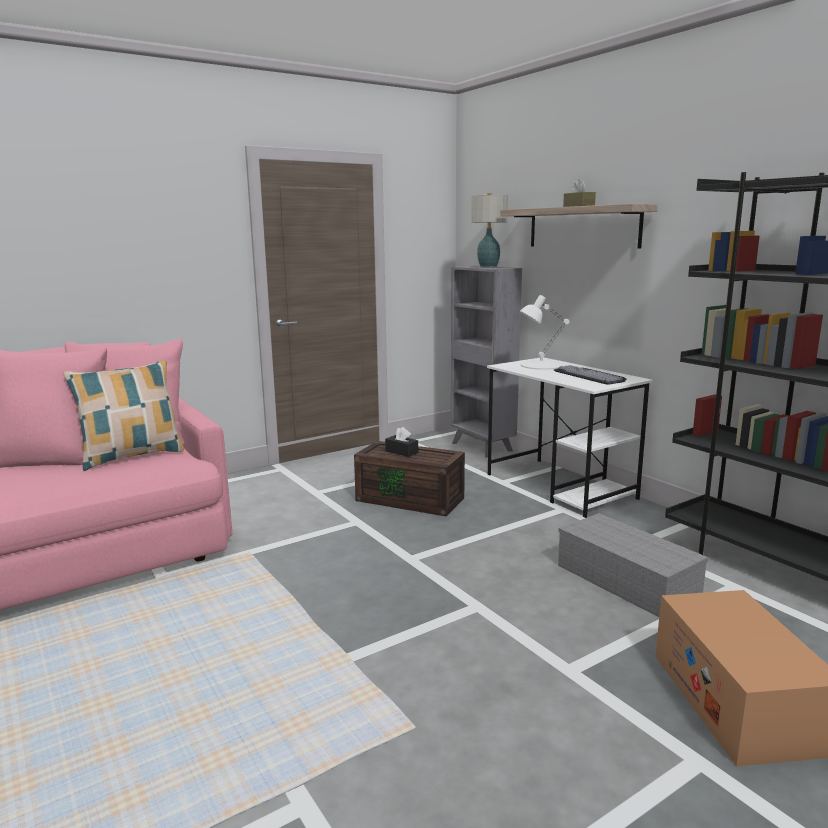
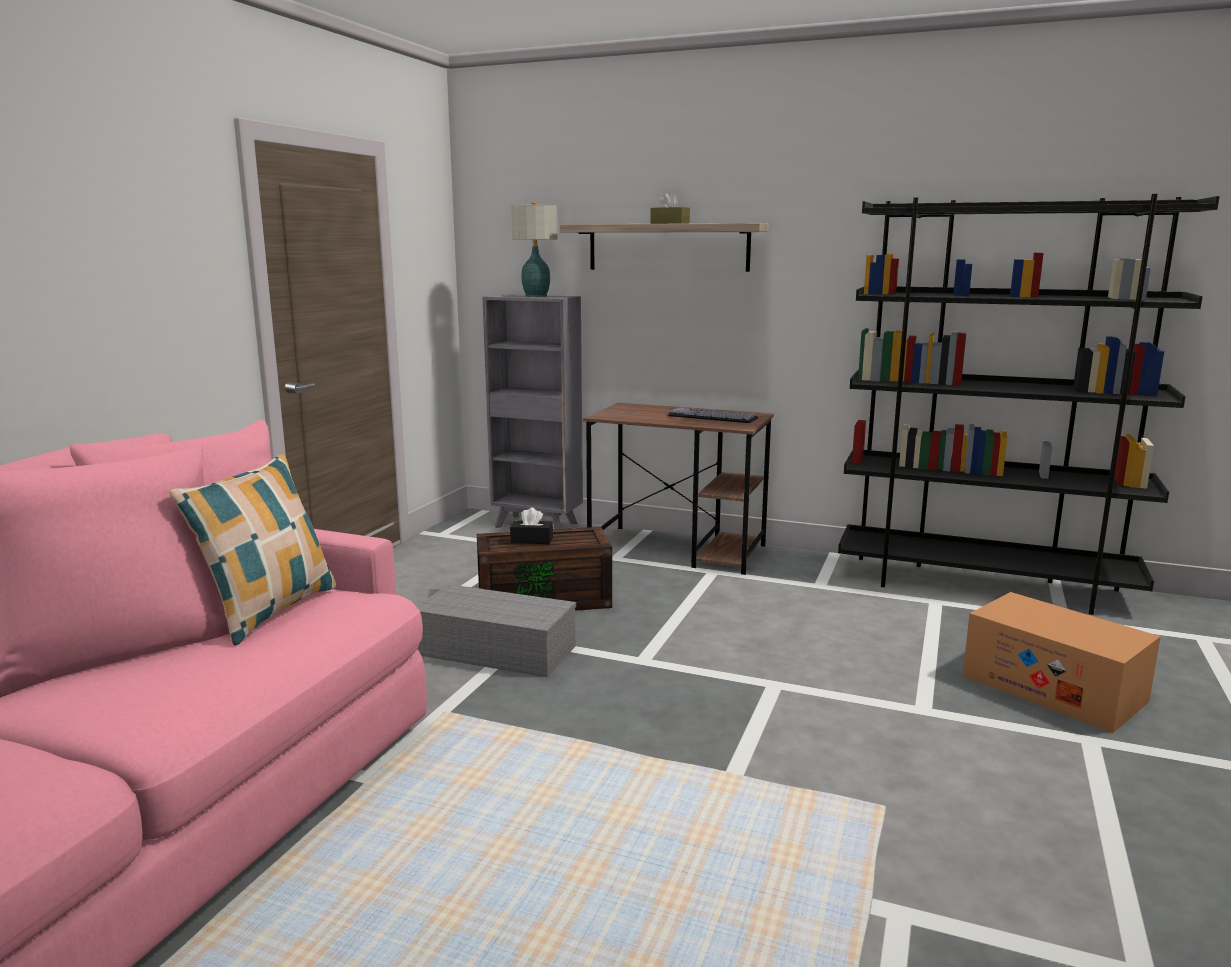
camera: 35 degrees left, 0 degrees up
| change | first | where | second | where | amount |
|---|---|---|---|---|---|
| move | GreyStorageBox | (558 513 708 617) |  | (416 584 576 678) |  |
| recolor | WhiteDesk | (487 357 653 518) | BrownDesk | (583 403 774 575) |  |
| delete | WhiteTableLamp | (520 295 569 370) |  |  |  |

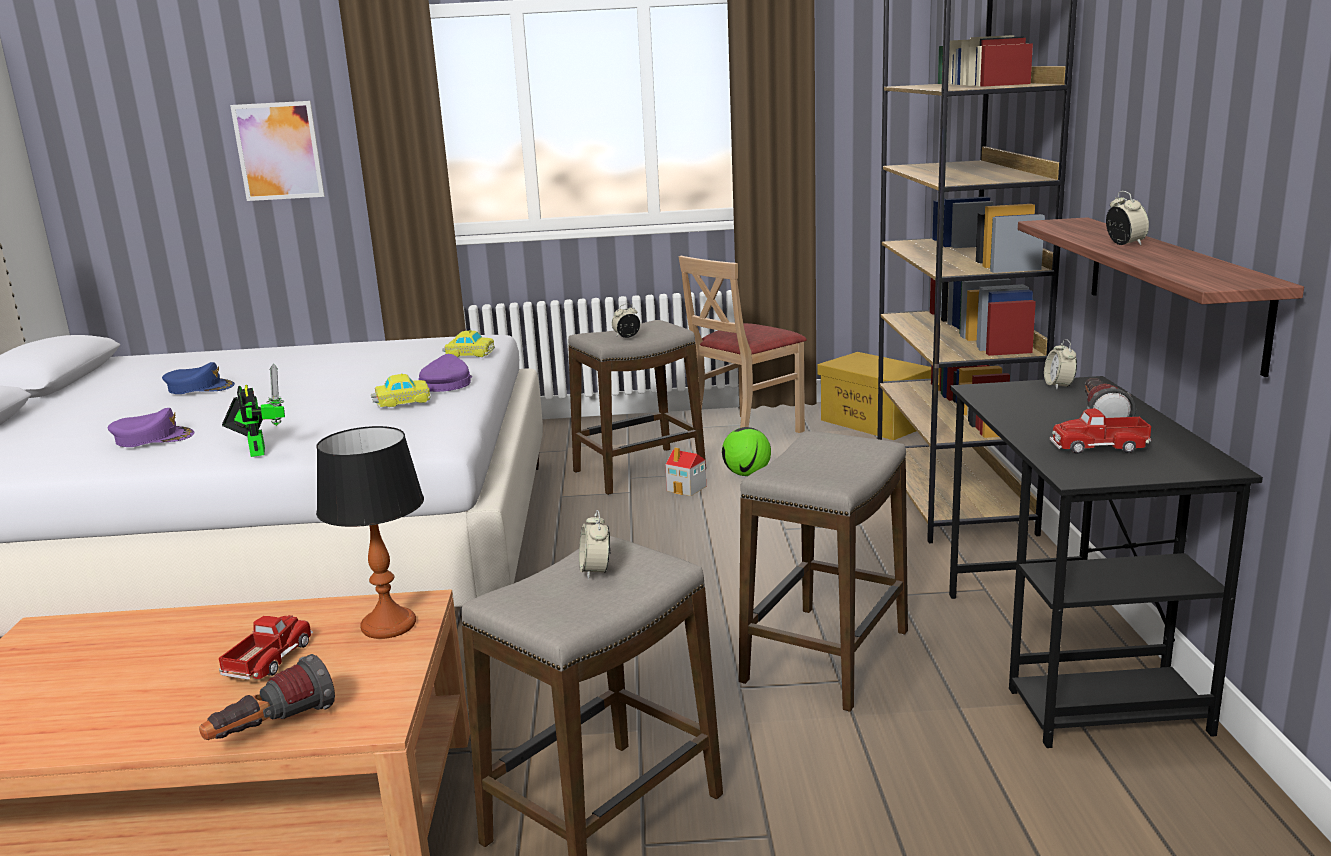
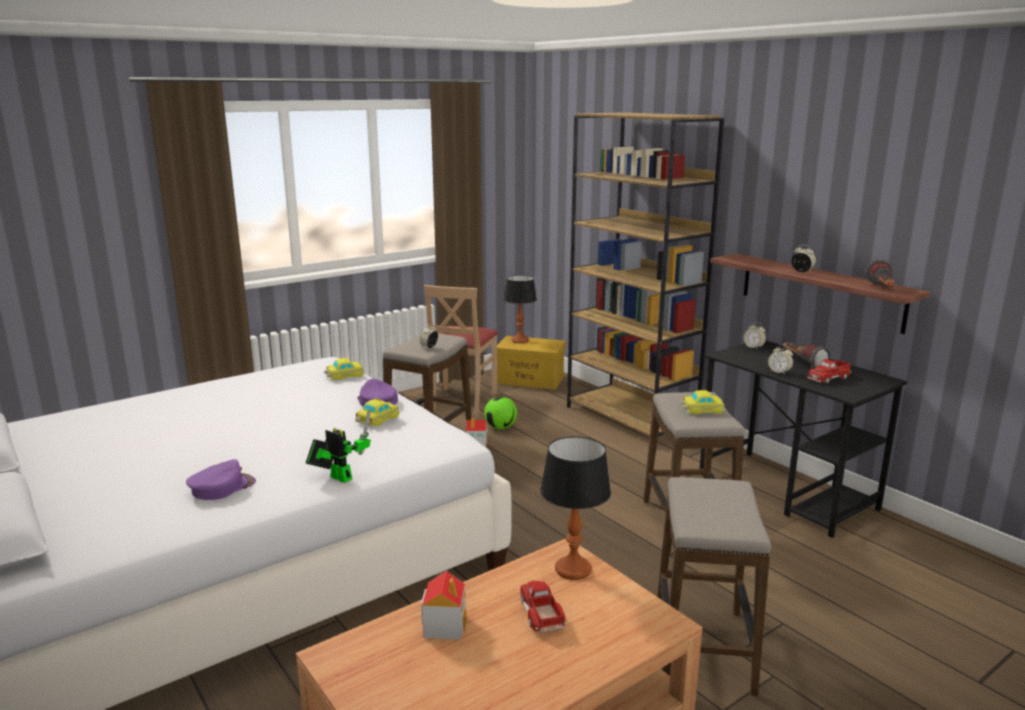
camera: 35 degrees left, 0 degrees up
| change | first | where | second | where | amount |
|---|---|---|---|---|---|
| insert |  |  | ToyHouse | (421 571 467 640) |  |
| insert |  |  | TableLamp | (504 275 537 343) |  |
| insert |  |  | ToyCar | (680 390 725 414) |  |
| move | AlarmClock | (579 510 610 579) |  | (768 344 793 375) |  |
| move | Flashlight | (199 654 335 740) |  | (865 260 895 287) |  |
| delete | BlueCap | (162 362 235 394) |  |  |  |
| delete | Picture | (230 101 325 201) |  |  |  |

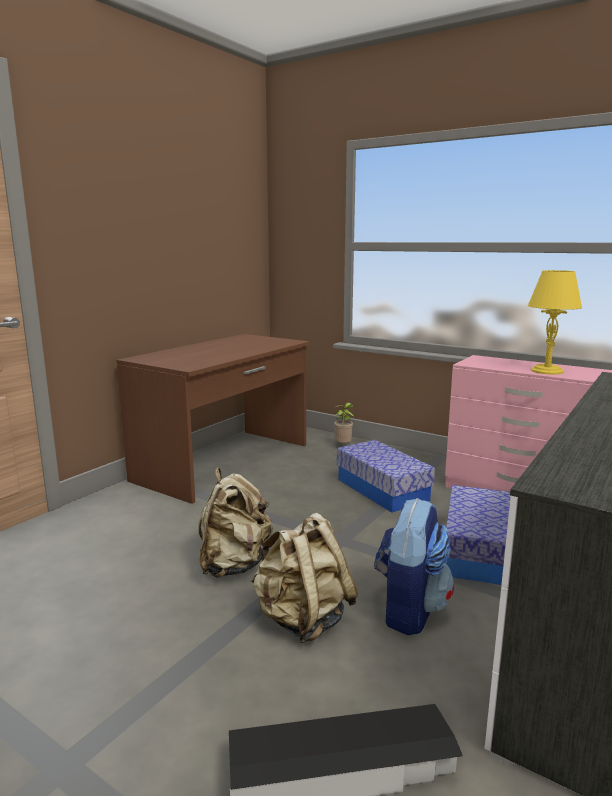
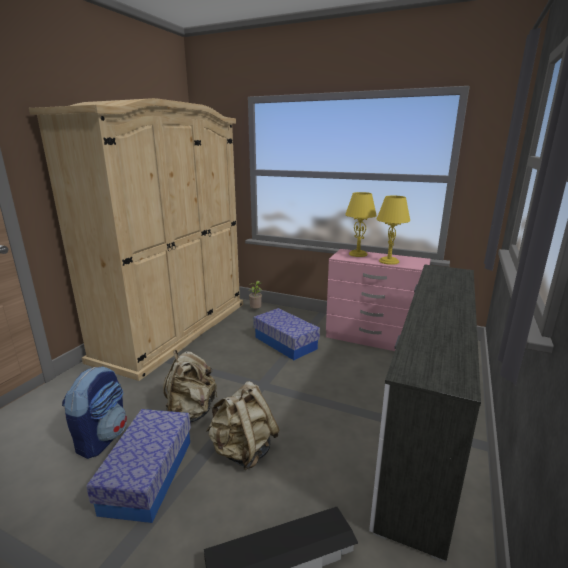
camera: 10 degrees left, 5 degrees up
| change | first | where | second | where | amount |
|---|---|---|---|---|---|
| replace | BrownDesk | (116 334 310 504) | BeigeWardrobe | (29 98 243 381) |  |
| move | Backpack | (374 498 454 636) |  | (62 366 127 459) |  |
| move | StorageBox | (446 485 511 585) |  | (86 409 191 523) |  |
| insert |  |  | YellowTableLamp | (345 192 377 257) |  |

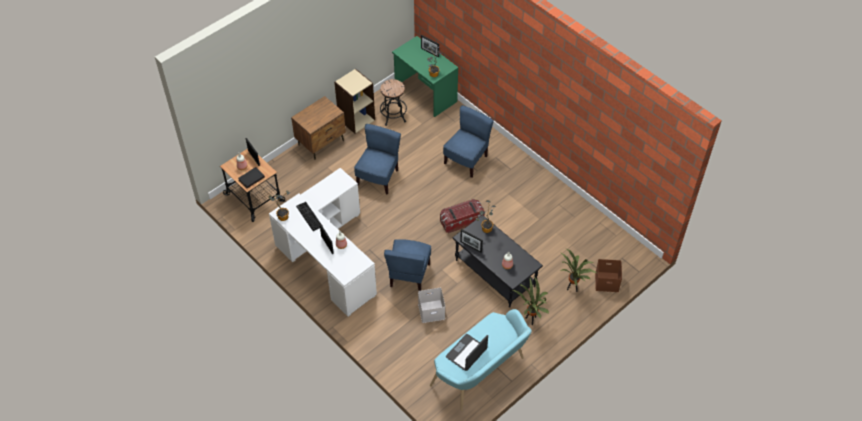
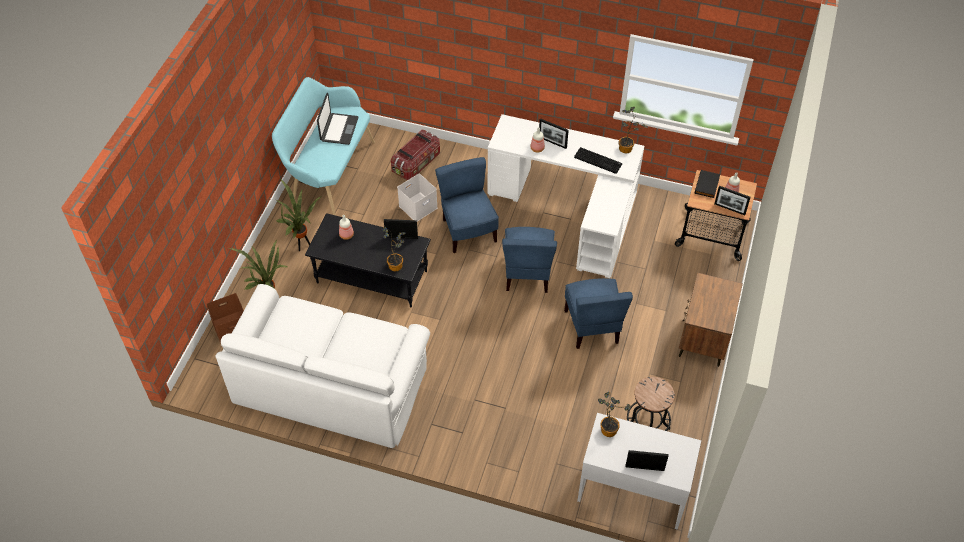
camera: 150 degrees right, 0 degrees up
| change | first | where | second | where | amount |
|---|---|---|---|---|---|
| insert |  |  | WhiteSofa | (215 284 430 448) |  |
| move | StorageBox | (440 199 485 233) |  | (391 130 440 180) |  |
| move | BlueChair | (443 105 494 178) |  | (502 227 557 293) |  |
| recolor | GreenDesk | (392 36 458 117) | WhiteDesk | (577 413 701 530) |  |
| delete | BeigeBookcase | (334 68 375 134) |  |  |  |

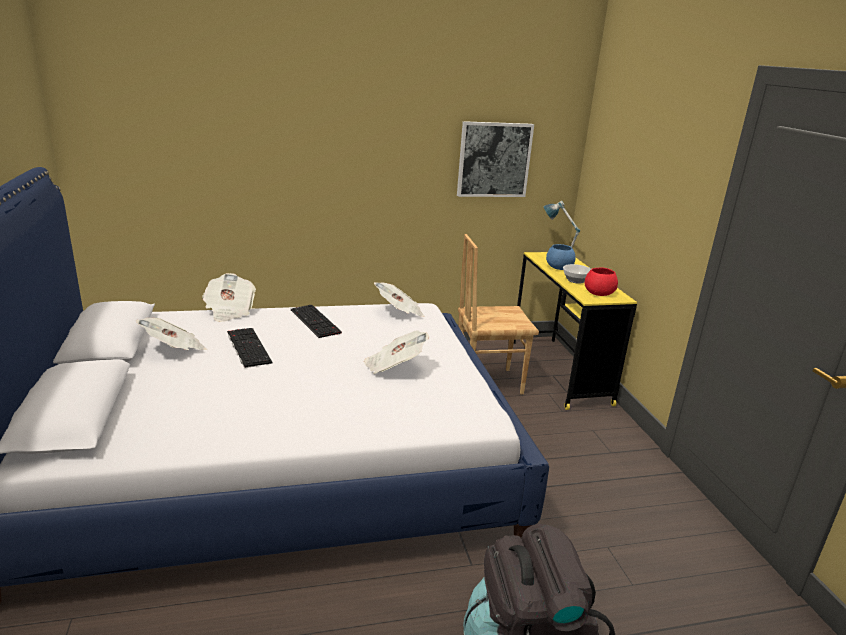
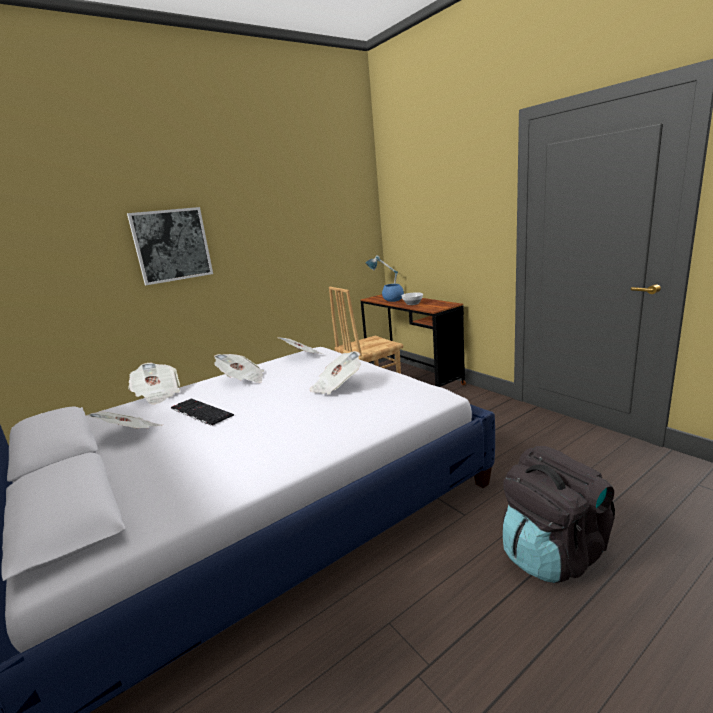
camera: 20 degrees left, 5 degrees down
| change | first | where | second | where | amount |
|---|---|---|---|---|---|
| move | Picture | (457 121 534 197) |  | (127 207 213 285) |  |
| replace | Keyboard | (291 305 342 338) | Newspaper | (214 354 264 383) |  |
| recolor | YellowDesk | (514 252 637 410) | BrownDesk | (360 294 466 387) |  |
| delete | RedBowl | (584 267 618 296) |  |  |  |

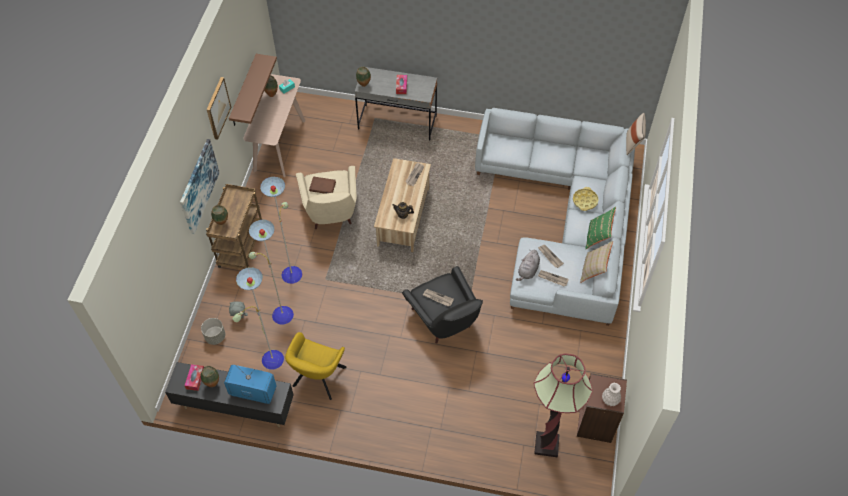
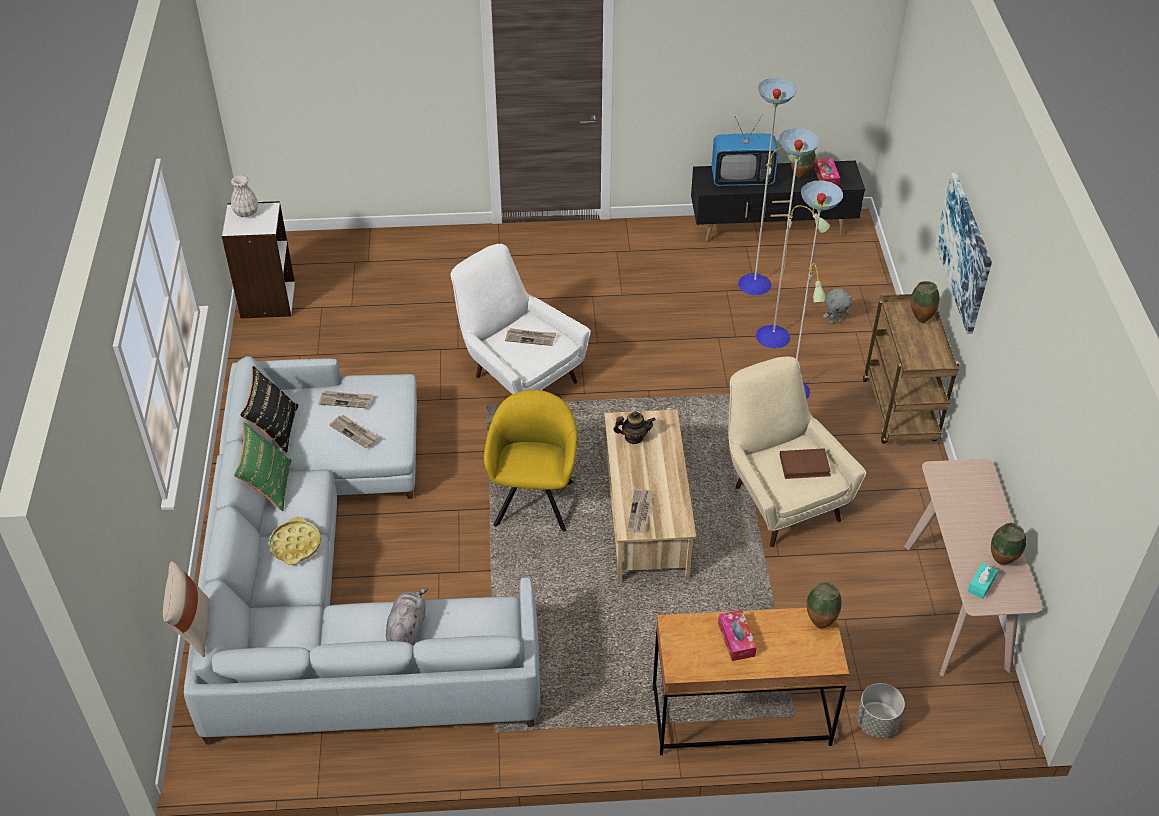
camera: 165 degrees right, 10 degrees down
| change | first | where | second | where | amount |
|---|---|---|---|---|---|
| recolor | BrownBookcase | (577 373 627 443) | WhiteBookcase | (222 201 295 319) |  |
| recolor | BeigePillow | (580 241 613 283) | BlackPillow | (240 366 298 453) |  |
| move | GreyPlushToy | (516 250 540 281) |  | (386 588 428 645) |  |
| recolor | BlackArmchair | (402 266 483 344) | WhiteArmchair | (450 244 591 395) |  |
| move | YellowArmchair | (285 332 347 400) |  | (484 390 578 532) |  |
| recolor | GreyDesk | (355 67 437 140) | BrownDesk | (652 608 849 755) |  |
| move | GreyPlanter | (201 318 225 345) |  | (857 683 905 738) |  |
| delete | Picture | (206 77 231 140) |  |  |  |
| delete | BrownShelf | (229 54 277 126) |  |  |  |
| delete | FloorLamp | (534 354 593 457) |  |  |  |

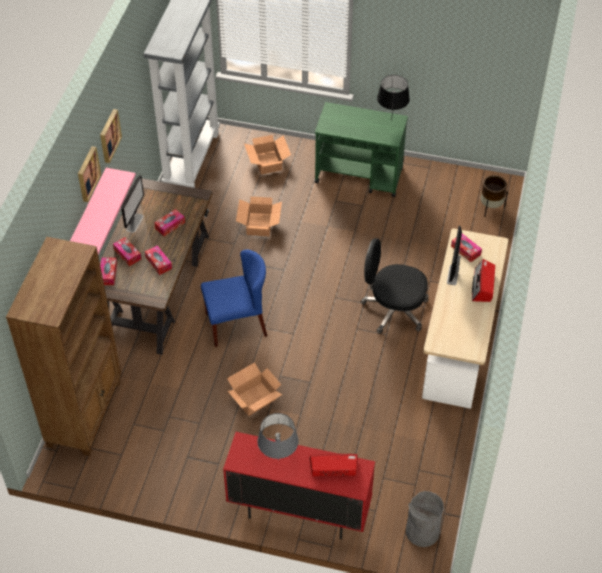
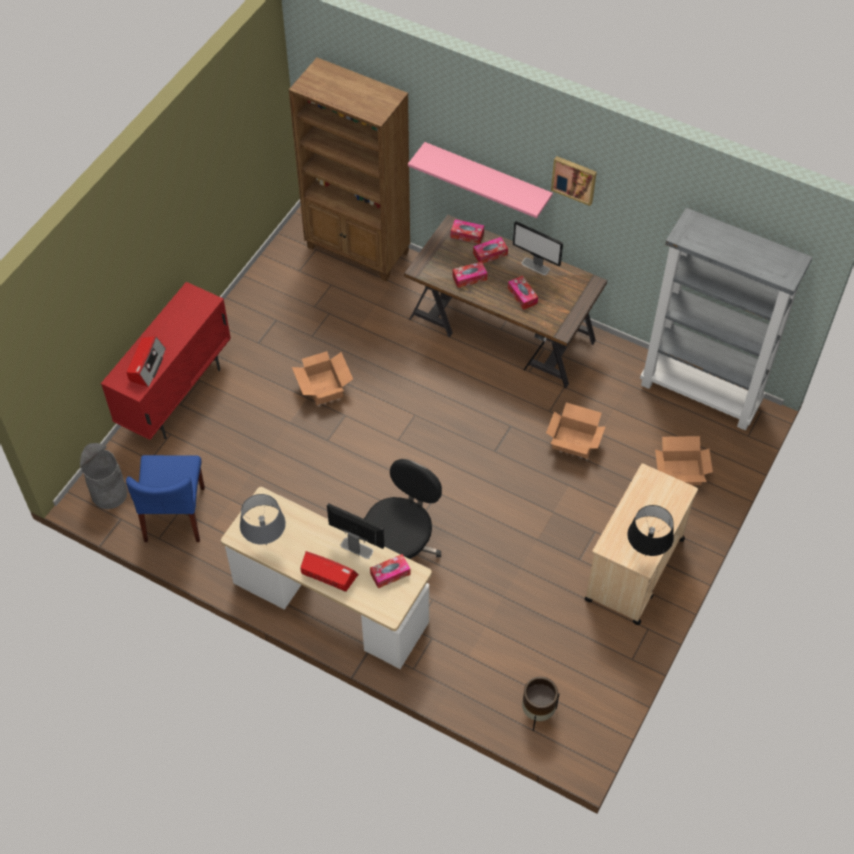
camera: 105 degrees right, 5 degrees up
| change | first | where | second | where | amount |
|---|---|---|---|---|---|
| move | BlueChair | (201 250 267 347) |  | (126 455 205 542) |  |
| move | GreyTableLamp | (257 413 299 461) |  | (240 494 286 545) |  |
| recolor | GreenCart | (315 102 408 197) | BeigeCart | (584 463 698 625) |  |
| delete | Picture | (78 146 101 202) |  |  |  |

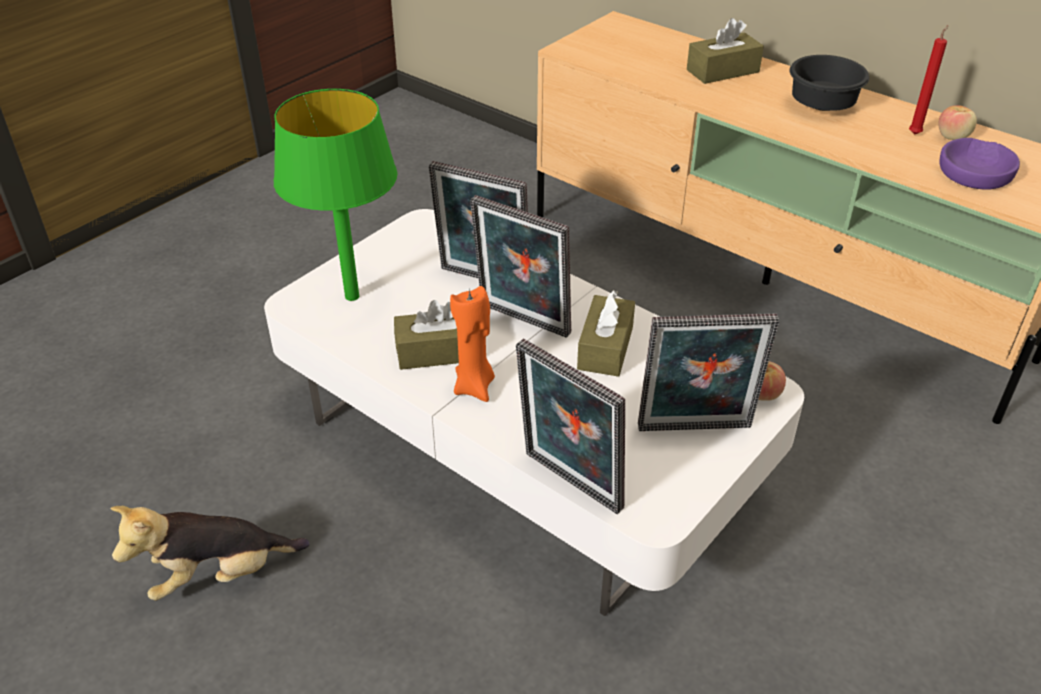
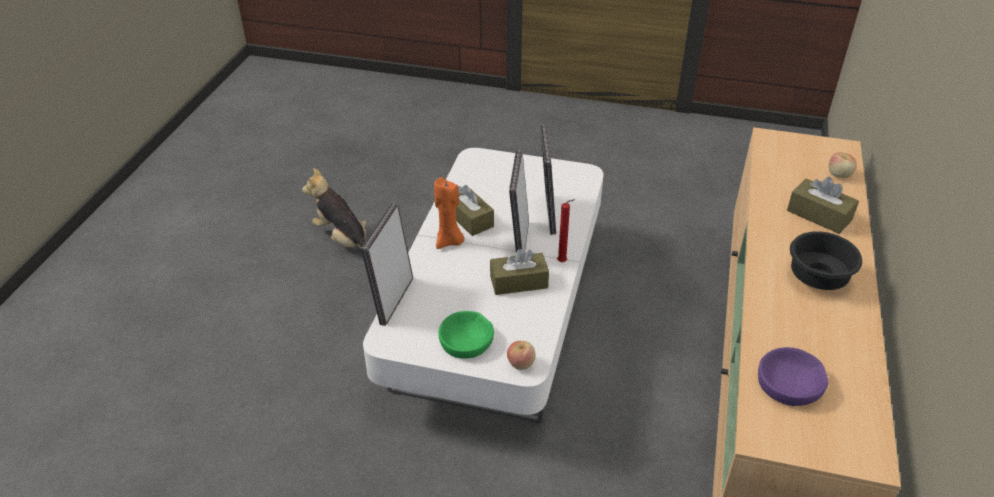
camera: 65 degrees right, 0 degrees up
| change | first | where | second | where | amount |
|---|---|---|---|---|---|
| replace | PictureFrame | (638 313 779 431) | GreenBowl | (438 311 494 358) |  |
| move | RedCandle | (909 25 948 135) |  | (557 199 575 262) |  |
| move | Apple | (938 105 977 140) |  | (829 152 857 178) |  |
| delete | GreenTableLamp | (274 89 397 301) |  |  |  |

